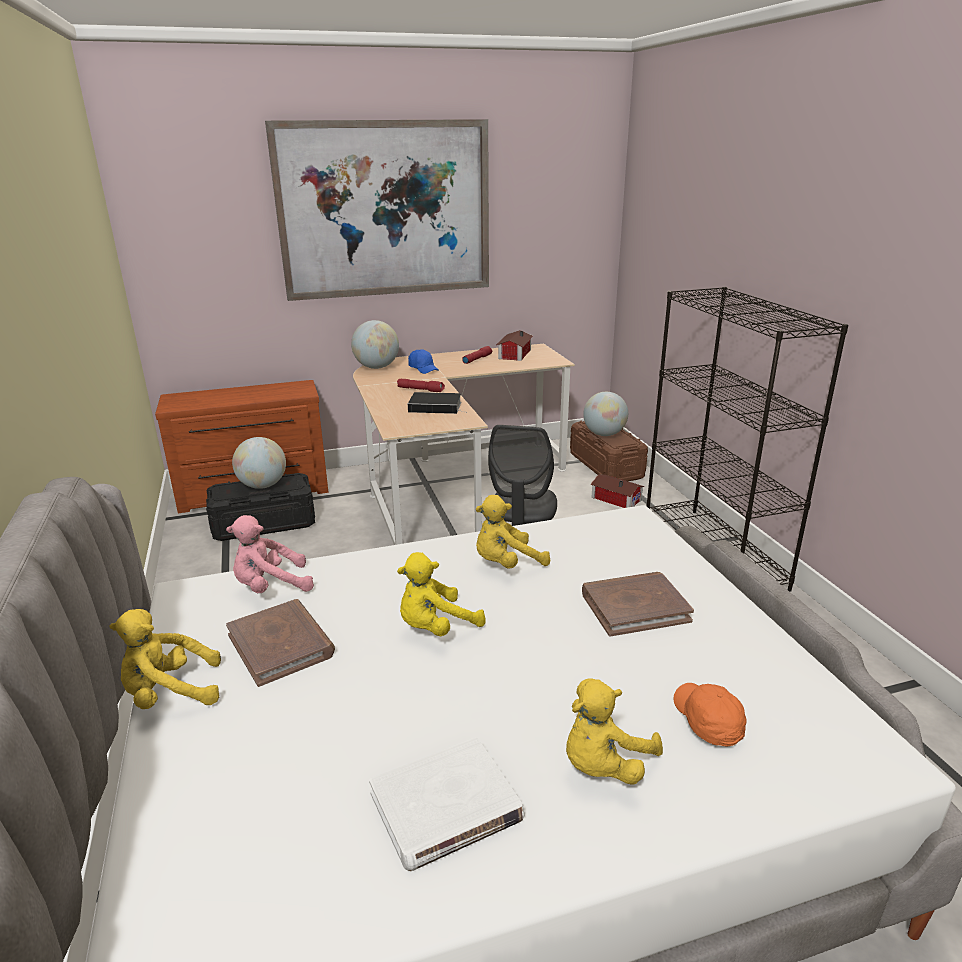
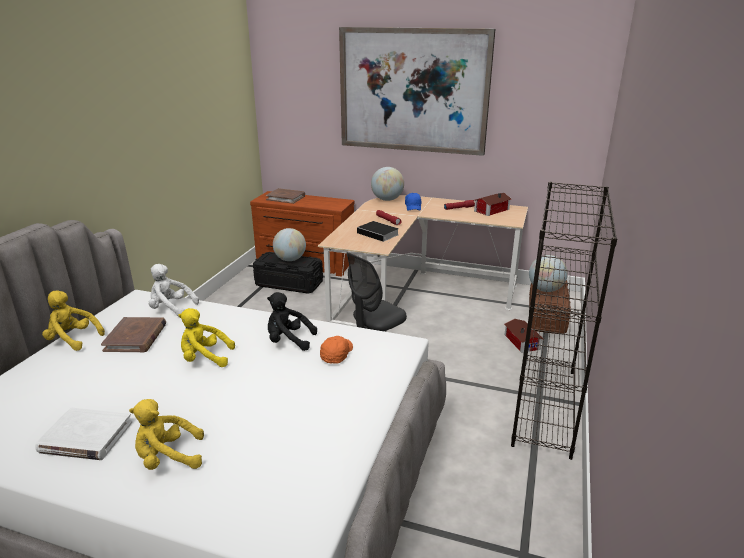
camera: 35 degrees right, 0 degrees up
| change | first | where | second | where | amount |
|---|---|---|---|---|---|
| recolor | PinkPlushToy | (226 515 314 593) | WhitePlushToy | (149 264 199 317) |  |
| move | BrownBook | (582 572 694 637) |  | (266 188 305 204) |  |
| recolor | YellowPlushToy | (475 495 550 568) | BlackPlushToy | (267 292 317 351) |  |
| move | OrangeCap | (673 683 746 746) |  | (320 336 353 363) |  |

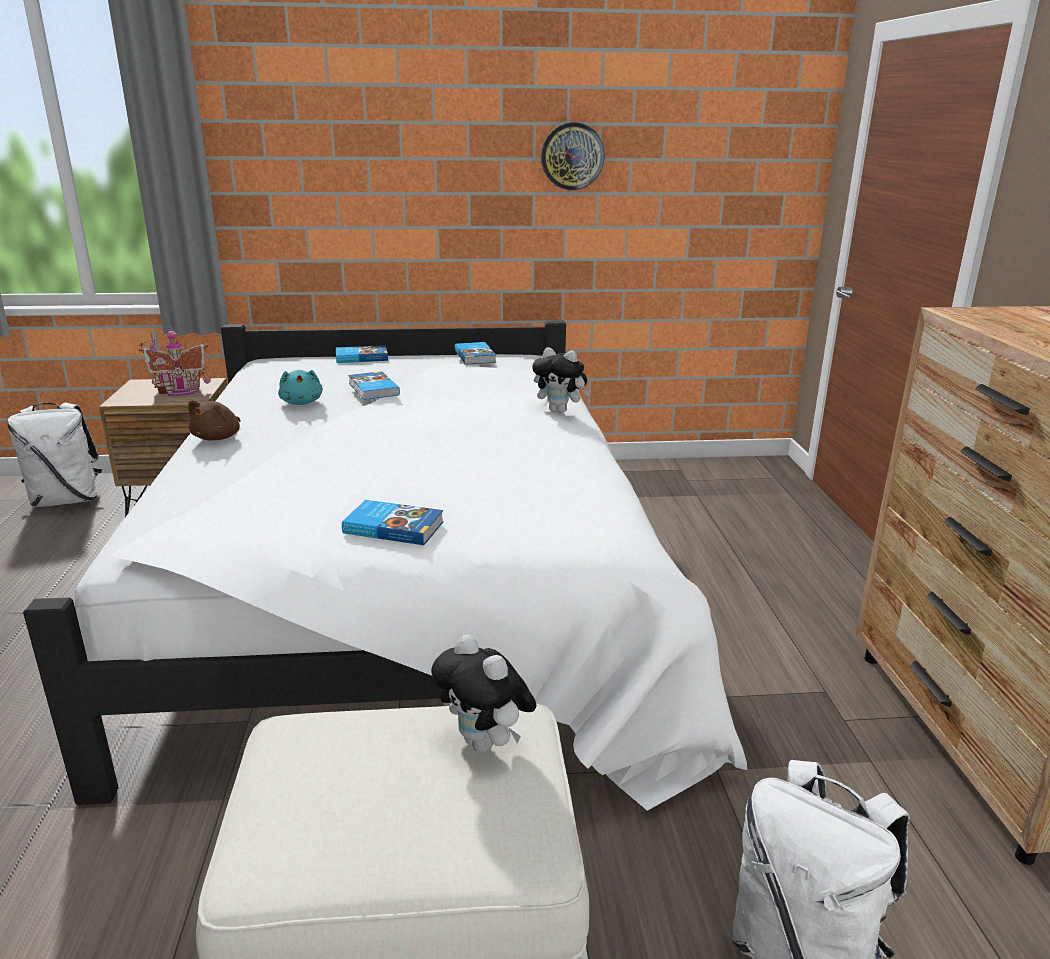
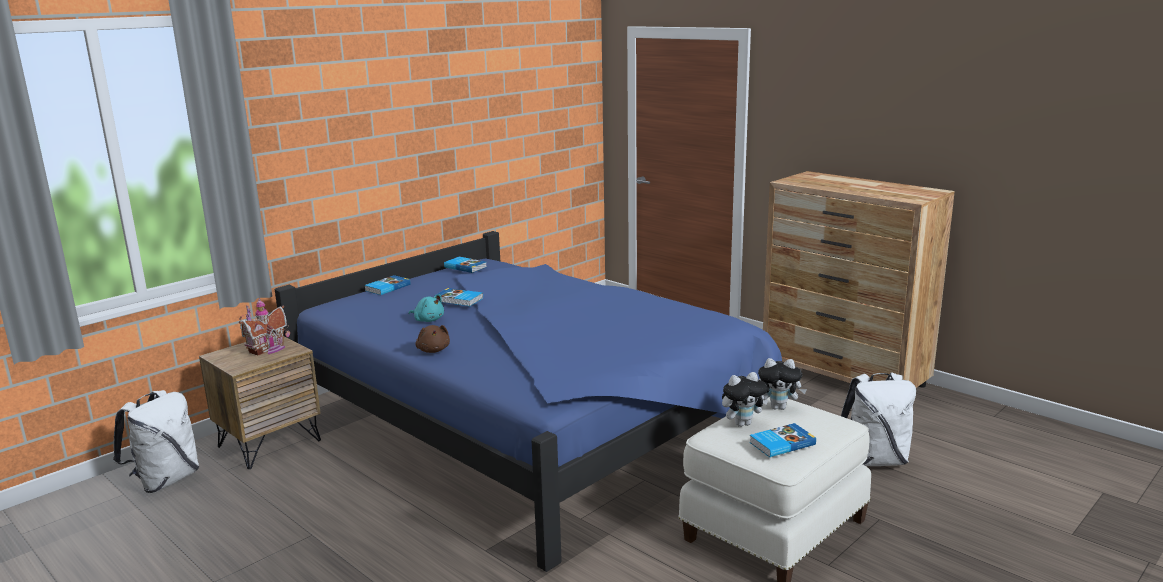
camera: 40 degrees left, 5 degrees down
| change | first | where | second | where | amount |
|---|---|---|---|---|---|
| recolor | WhiteBed | (23 320 747 811) | BlueBed | (275 231 789 572) |  |
| move | PlushToy | (532 347 590 413) |  | (722 372 768 427) |  |
| move | Book | (342 500 444 545) |  | (749 423 816 457) |  |
| delete | WallClock | (541 122 605 190) |  |  |  |

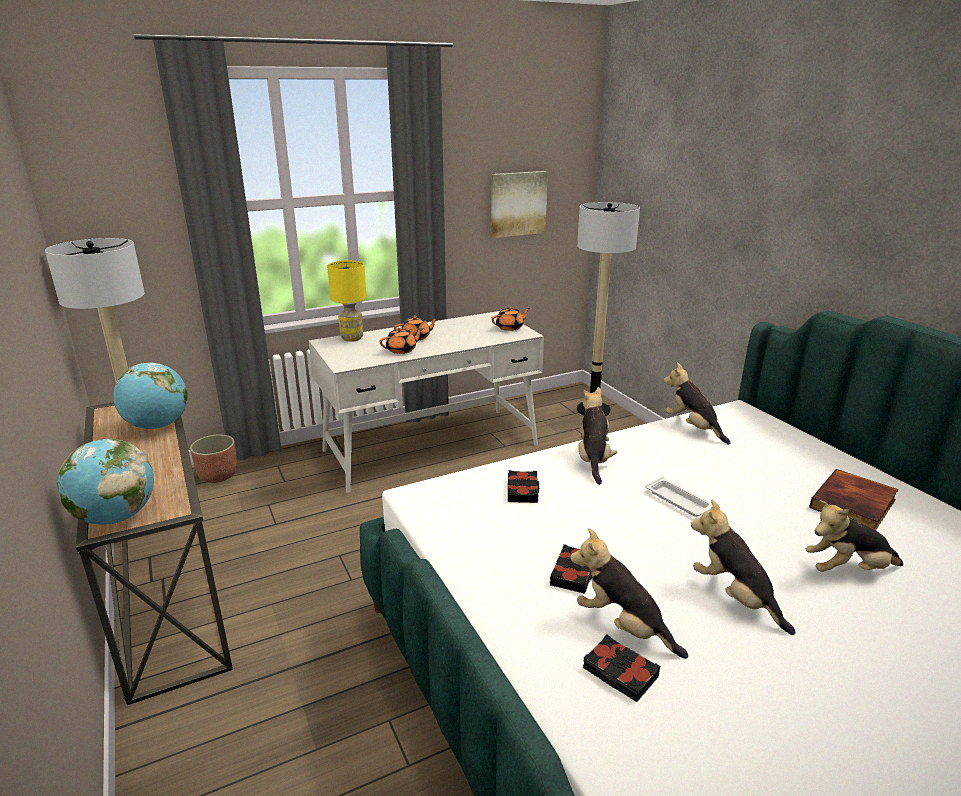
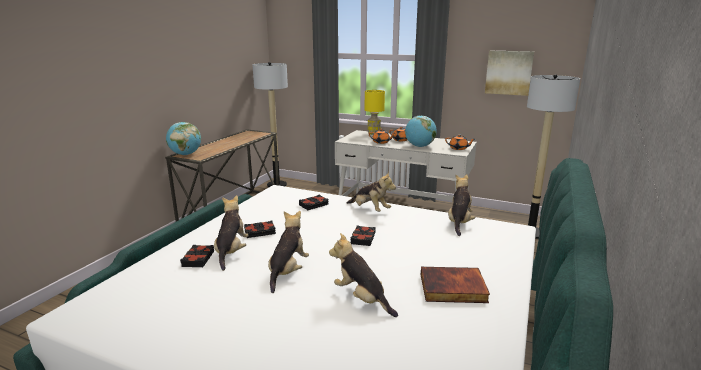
camera: 50 degrees right, 5 degrees down
| change | first | where | second | where | amount |
|---|---|---|---|---|---|
| rotate | PlushToy | (578 387 617 485) |  | (347 171 396 212) | 75 degrees clockwise |
| replace | WhiteTray | (645 477 712 517) | BlackBook | (350 225 376 246) |  |
| move | Globe | (113 362 188 429) |  | (405 116 437 147) |  |
| delete | Planter | (190 434 237 483) |  |  |  |

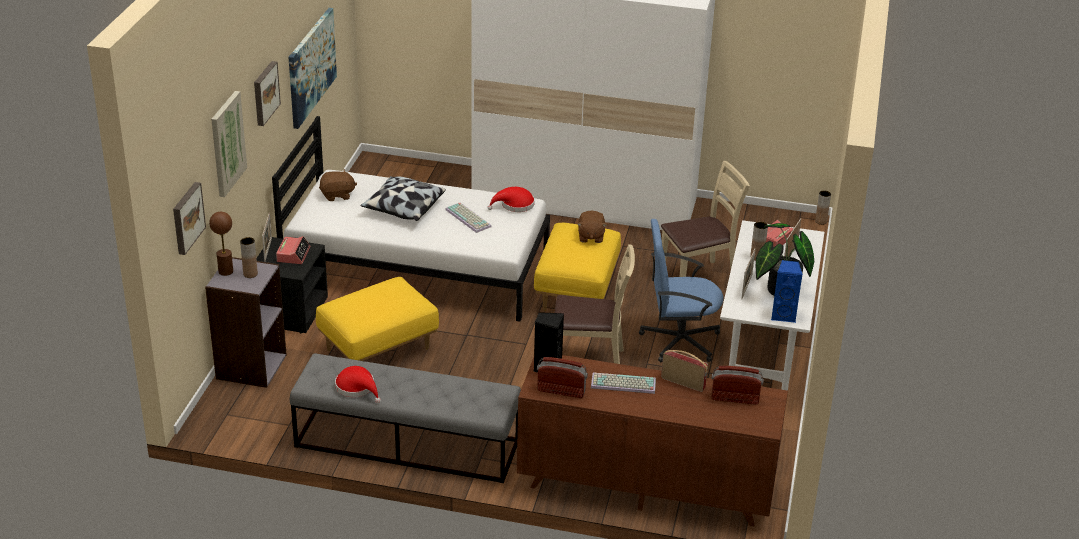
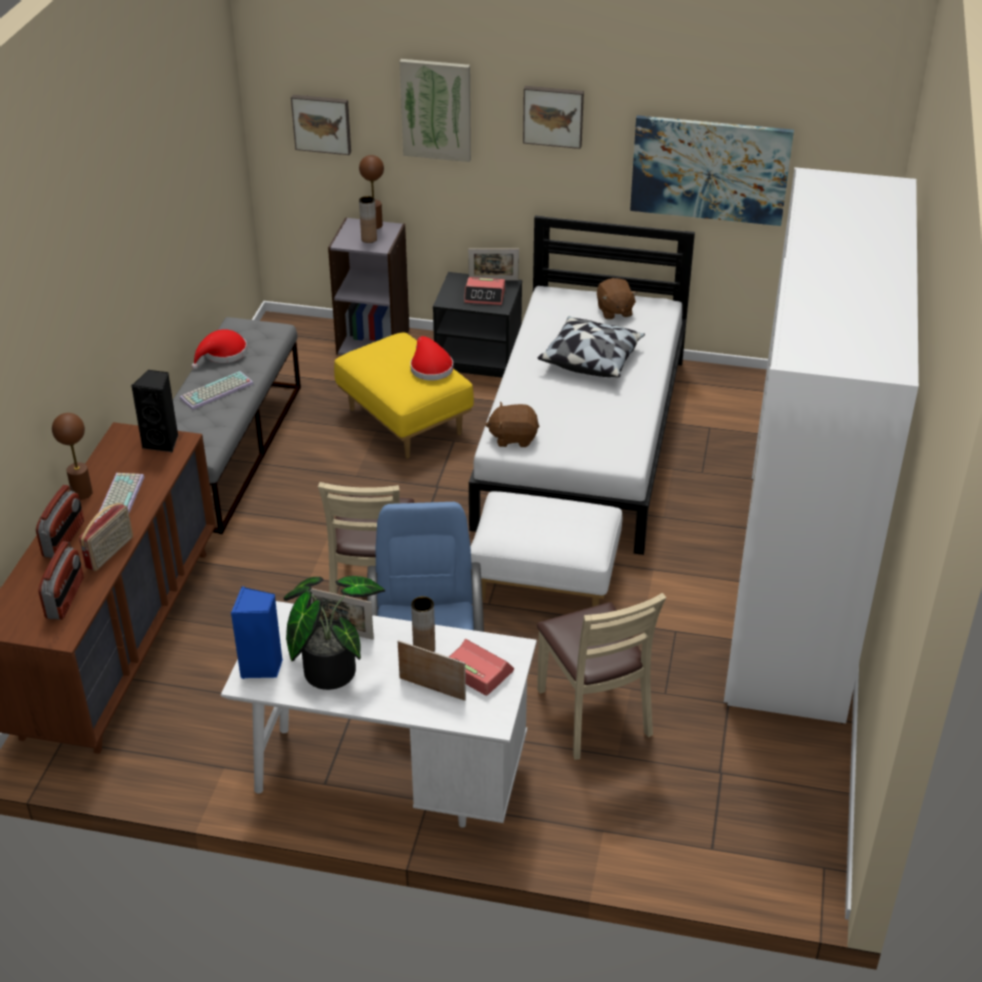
camera: 90 degrees right, 5 degrees up
| change | first | where | second | where | amount |
|---|---|---|---|---|---|
| move | Radio | (537 357 588 398) |  | (36 485 84 558) |  |
| insert |  |  | BrownTableLamp | (52 413 93 500) |  |
| move | Keyboard | (445 202 491 233) |  | (180 371 254 410) |  |
| move | RedHat | (487 187 535 212) |  | (410 336 453 381) |  |
| recolor | YellowOttoman | (534 223 621 311) | WhiteOttoman | (470 491 622 607) |  |
| move | BrownPlushToy | (577 211 607 243) |  | (485 402 540 447) |  |
| delete | BrownVase | (815 191 831 225) |  |  |  |

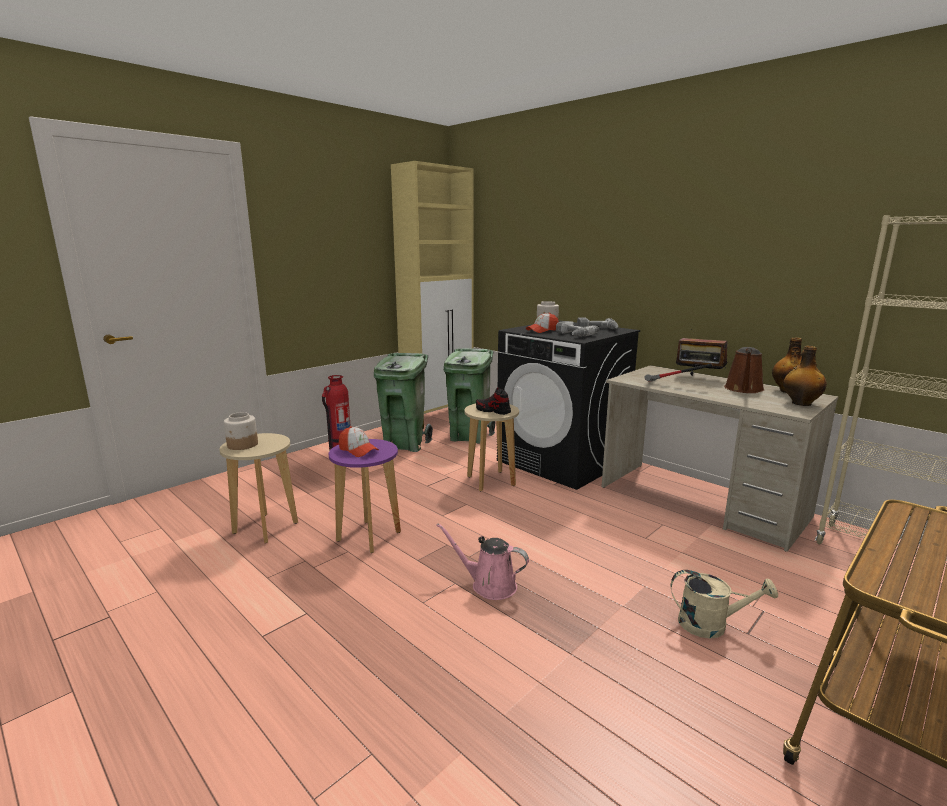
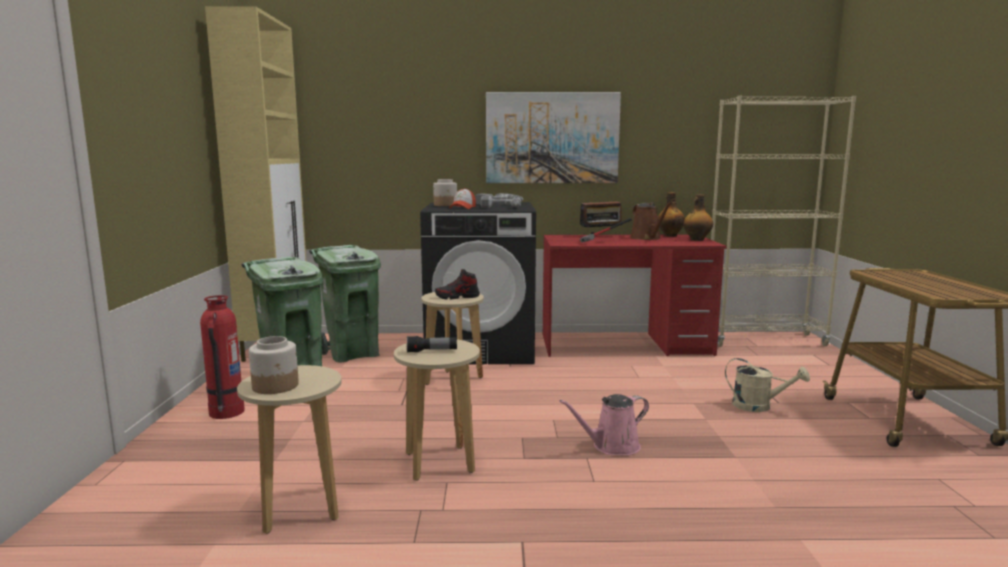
camera: 45 degrees left, 5 degrees down
| change | first | where | second | where | amount |
|---|---|---|---|---|---|
| recolor | PurpleStool | (329 439 401 553) | BeigeStool | (394 339 480 481) |  |
| replace | Cap | (339 426 379 457) | Flashlight | (407 336 457 353) |  |
| insert |  |  | Picture | (486 92 621 183) |  |
| recolor | BeigeDesk | (602 365 839 552) | RedDesk | (543 234 727 357) |  |
| rotate | BeigeWateringCan | (671 570 778 639) |  | (725 358 810 412) | 60 degrees clockwise |

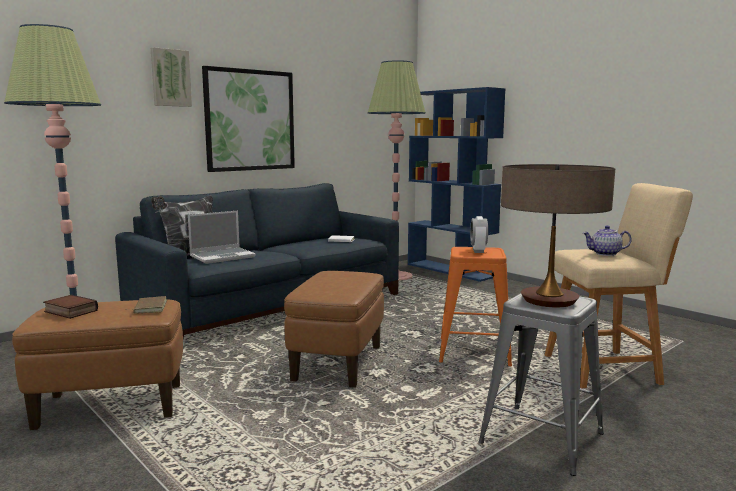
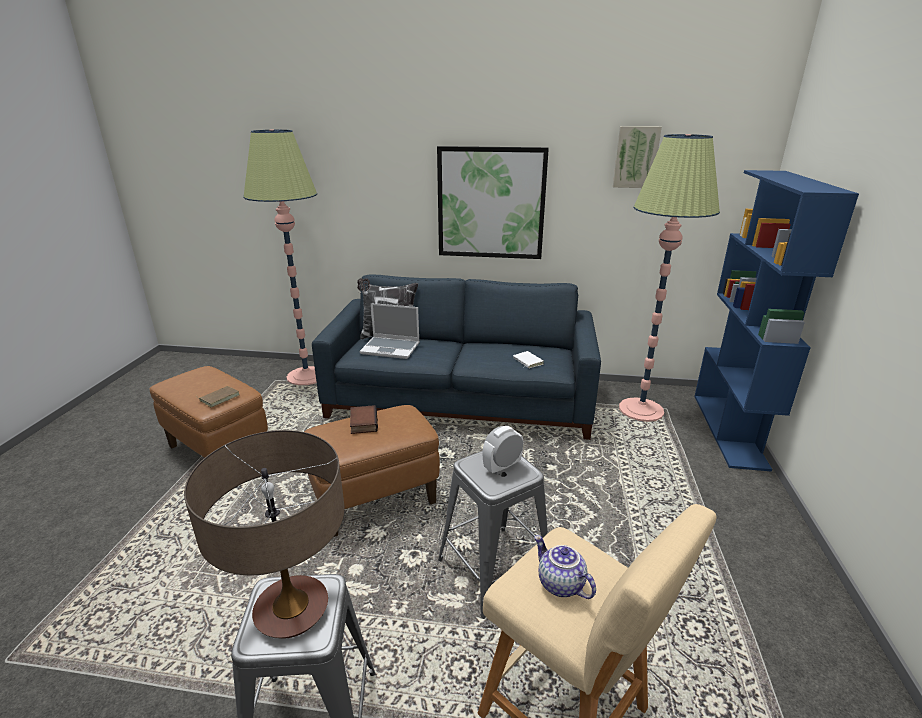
camera: 50 degrees right, 15 degrees up
| change | first | where | second | where | amount |
|---|---|---|---|---|---|
| move | Book | (43 295 98 319) |  | (350 405 378 434) |  |
| recolor | OrangeStool | (439 247 512 366) | GreyStool | (438 451 548 619) |  |
| move | Picture | (151 47 192 107) |  | (613 126 662 188) |  |

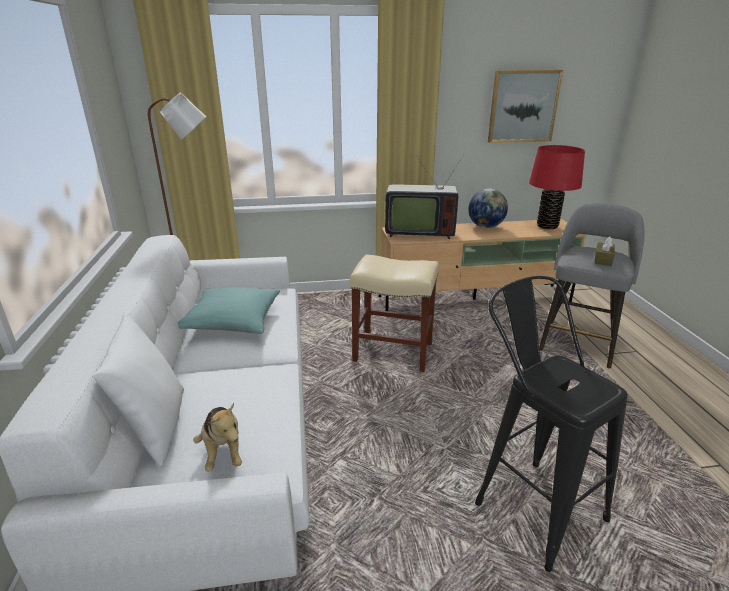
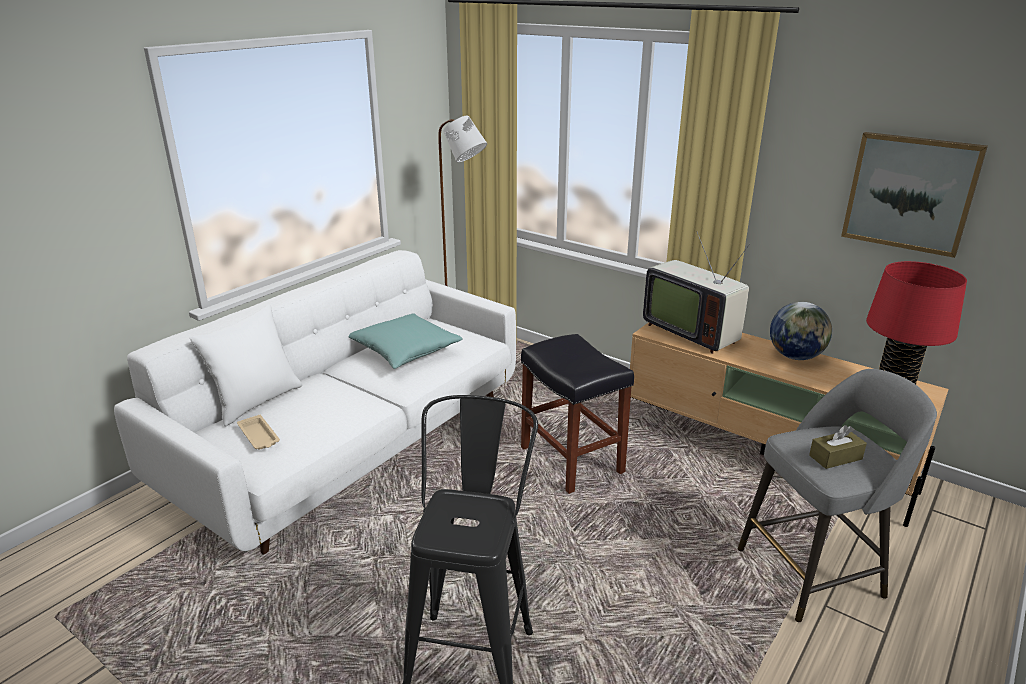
camera: 45 degrees right, 0 degrees up
| change | first | where | second | where | amount |
|---|---|---|---|---|---|
| replace | PlushToy | (193 403 242 472) | BeigeTray | (237 415 280 450) |  |
| recolor | BeigeStool | (350 255 439 372) | BlackStool | (521 334 634 494) |  |

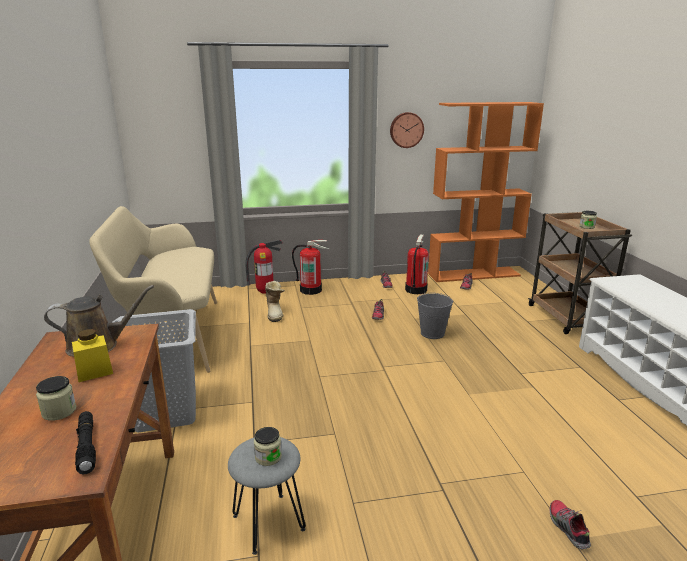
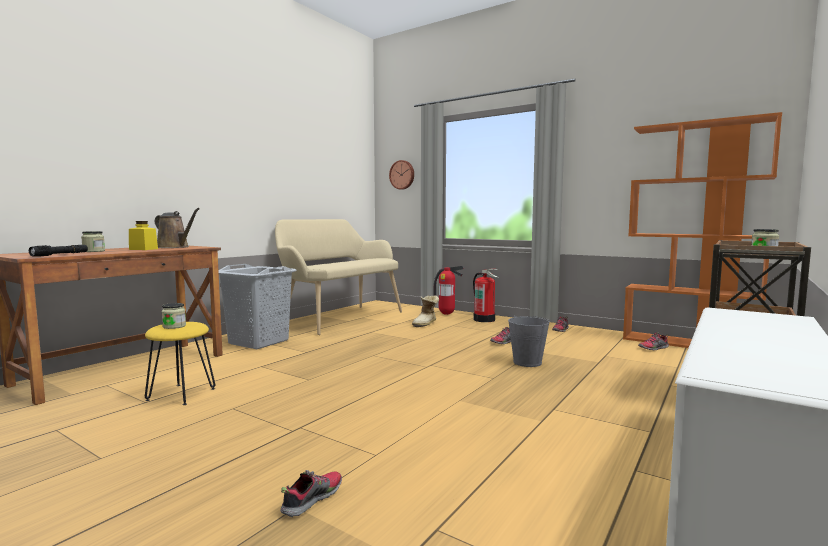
camera: 45 degrees right, 15 degrees down
| change | first | where | second | where | amount |
|---|---|---|---|---|---|
| recolor | GreyStool | (228 437 306 555) | YellowStool | (145 322 215 405) |  |
| move | WallClock | (390 112 424 148) |  | (389 160 414 190) |  |
| delete | FireExtinguisher | (405 235 429 294) |  |  |  |

